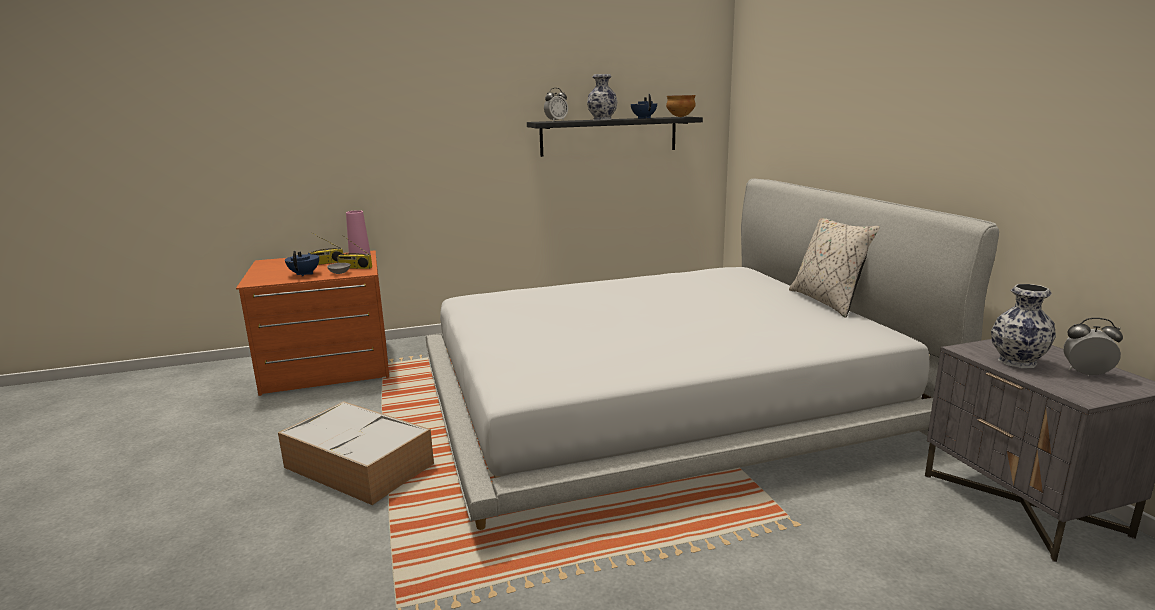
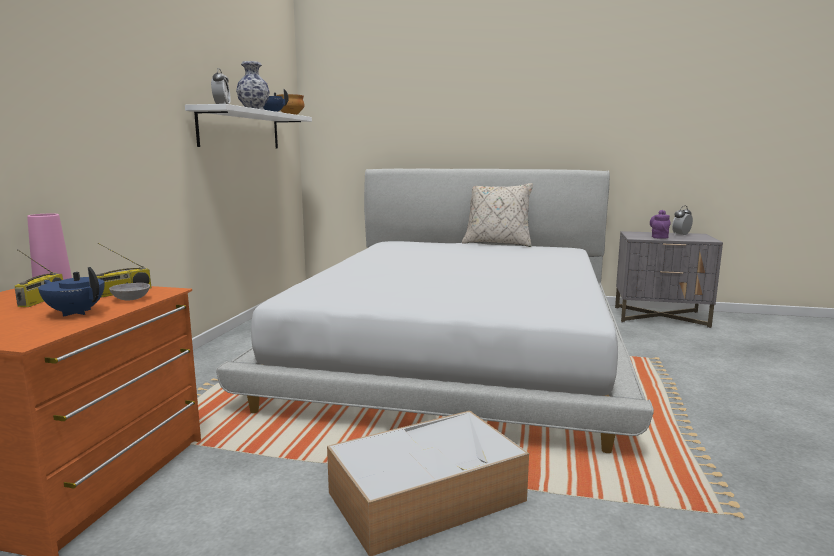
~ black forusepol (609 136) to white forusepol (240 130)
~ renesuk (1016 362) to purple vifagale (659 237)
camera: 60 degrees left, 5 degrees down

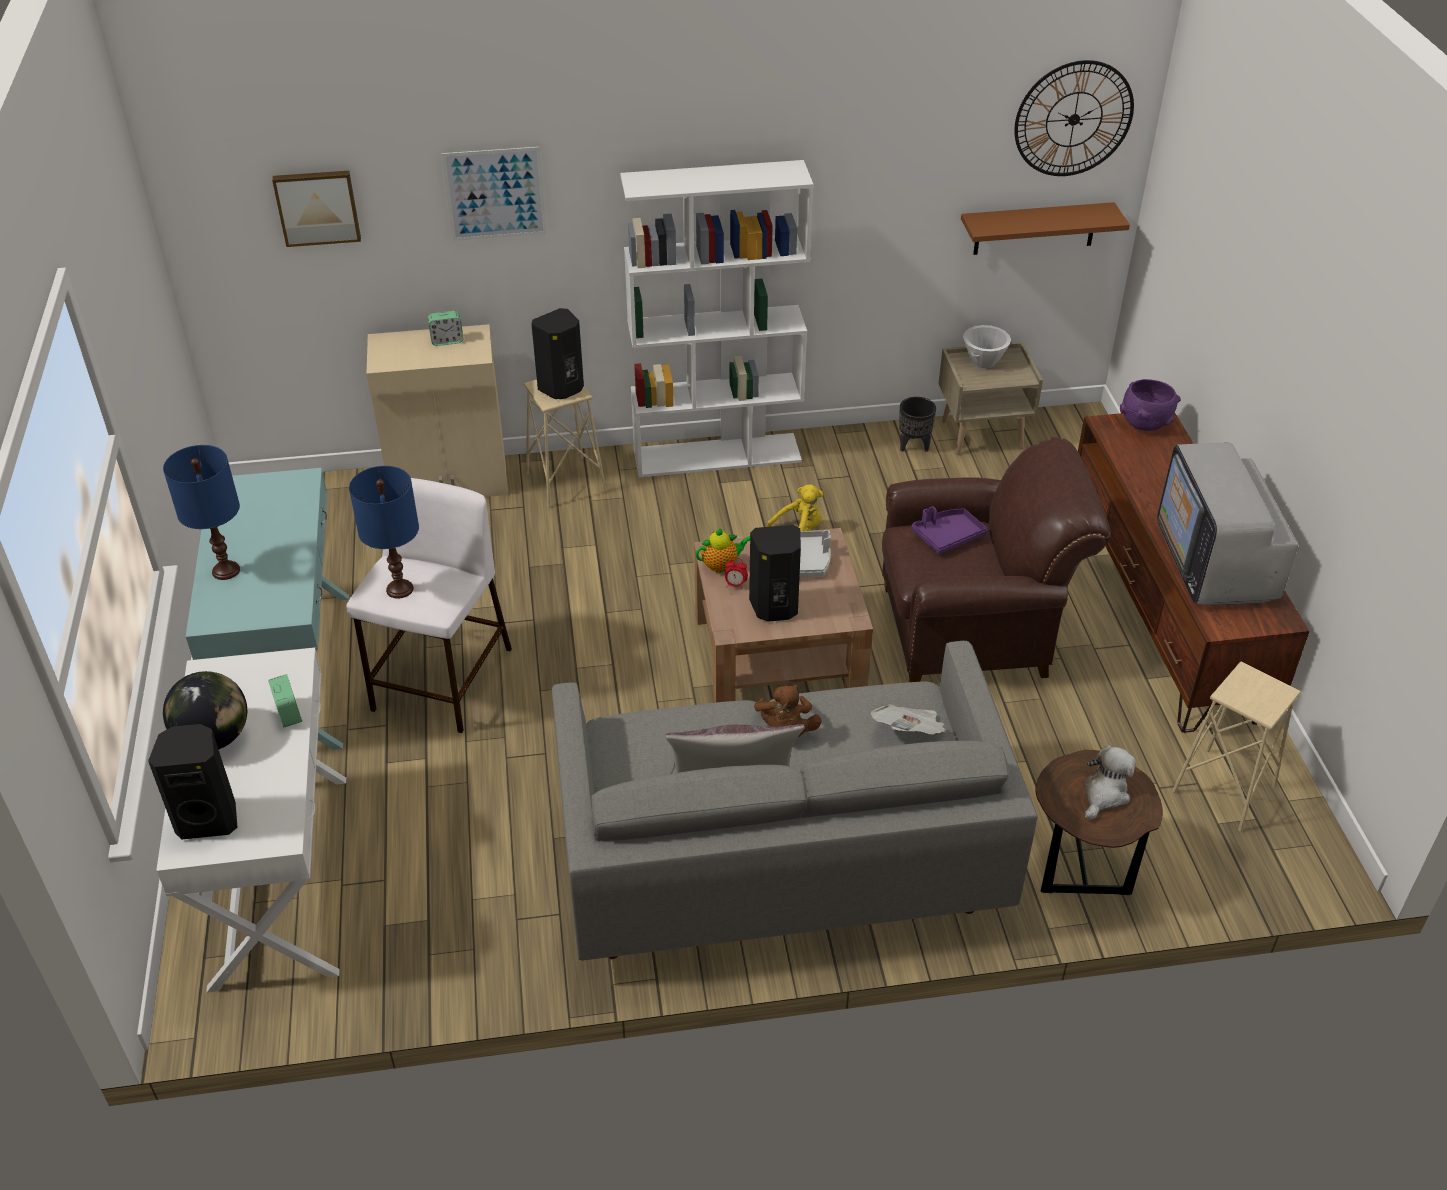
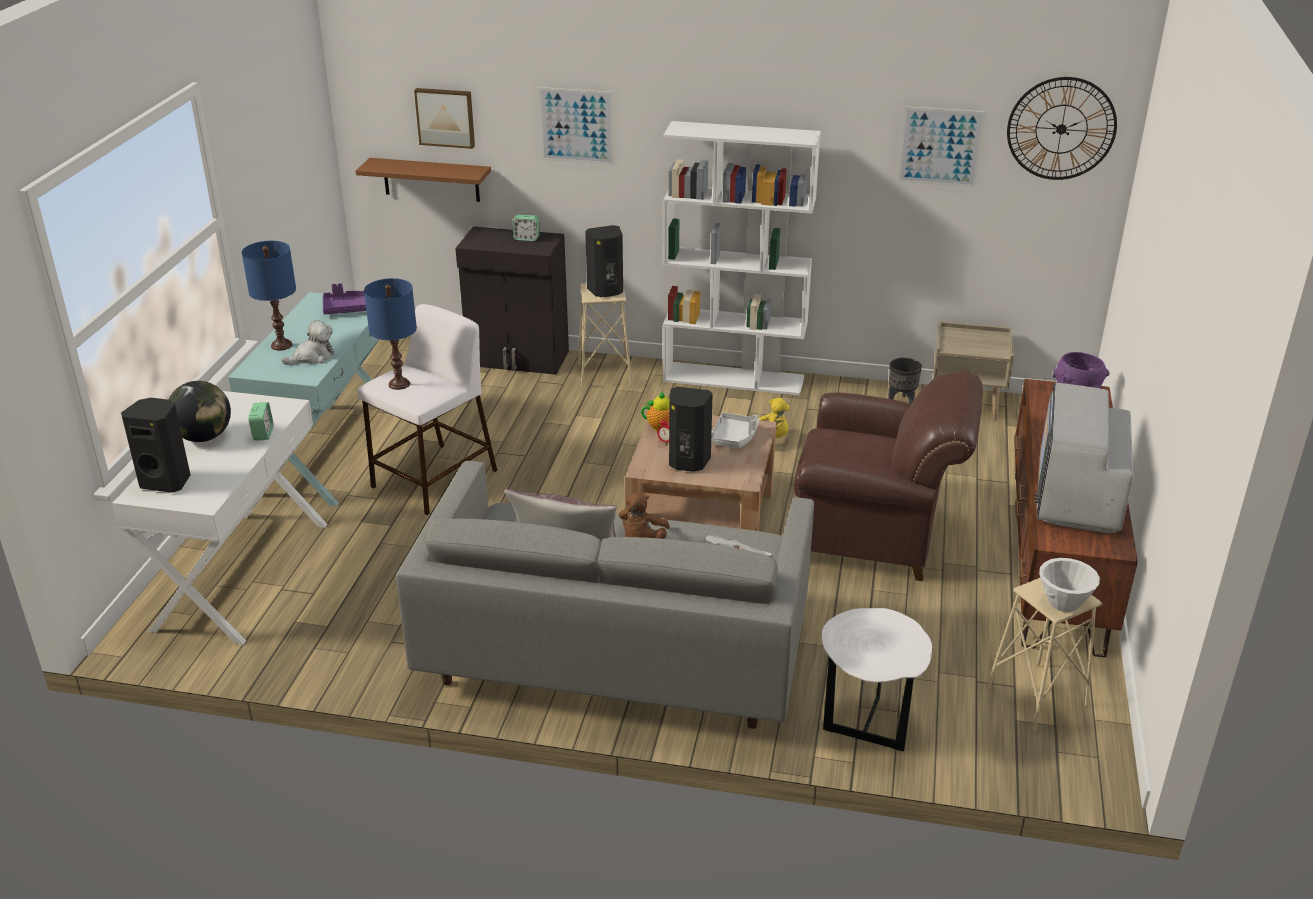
~ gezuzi (1104 794) to (312 357)
~ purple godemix (947 536) to (347 308)
~ brown forusepol (1035 228) to (431 179)
~ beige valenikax (450 482) to black valenikax (518 359)
~ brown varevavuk (1080 871) to white varevavuk (867 723)
+ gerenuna (940 147)
~ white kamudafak (983 361) to (1063 602)
camera: 20 degrees right, 10 degrees down

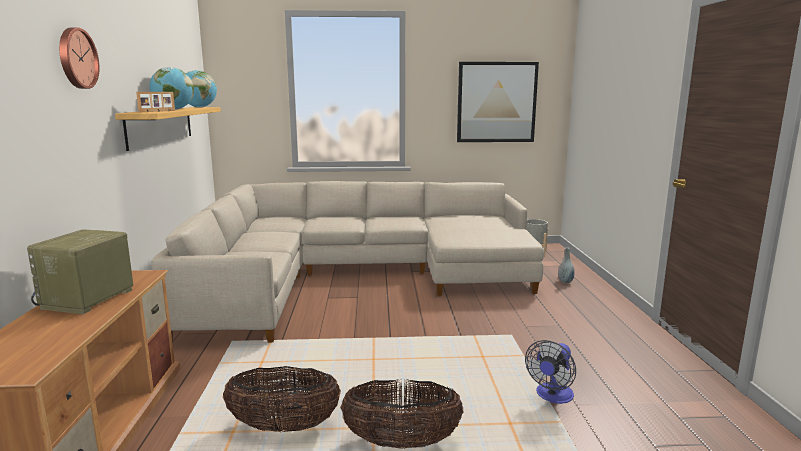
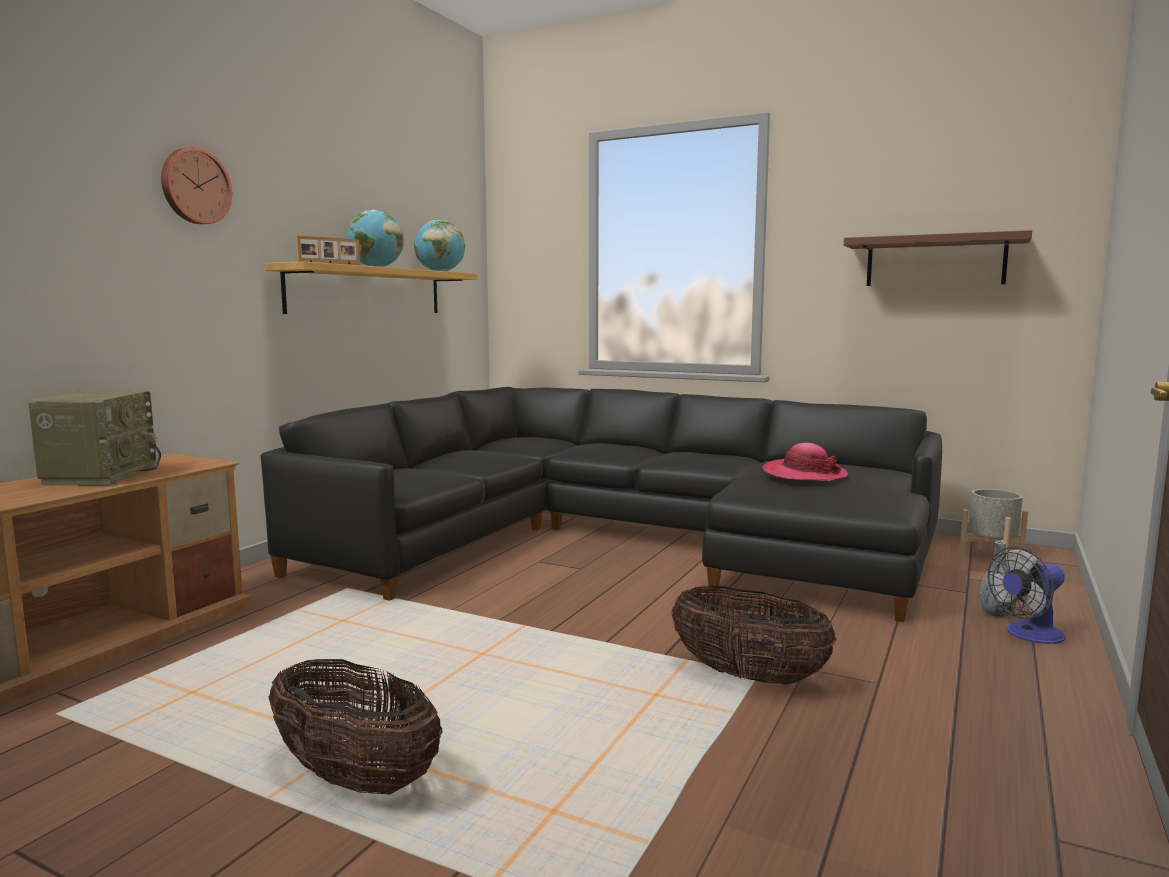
~ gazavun (88 300) = (100 476) 135 degrees clockwise
~ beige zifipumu (356 276) to black zifipumu (618 541)
~ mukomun (284 427) to (748 676)
+ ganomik (804 474)
~ gerenuna (496 102) to brown forusepol (935 261)
~ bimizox (552 396) to (1028 635)
camera: 30 degrees right, 5 degrees down

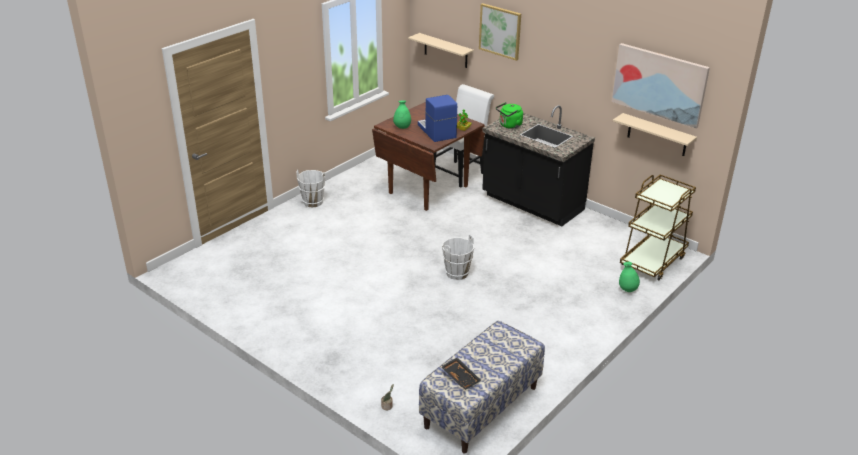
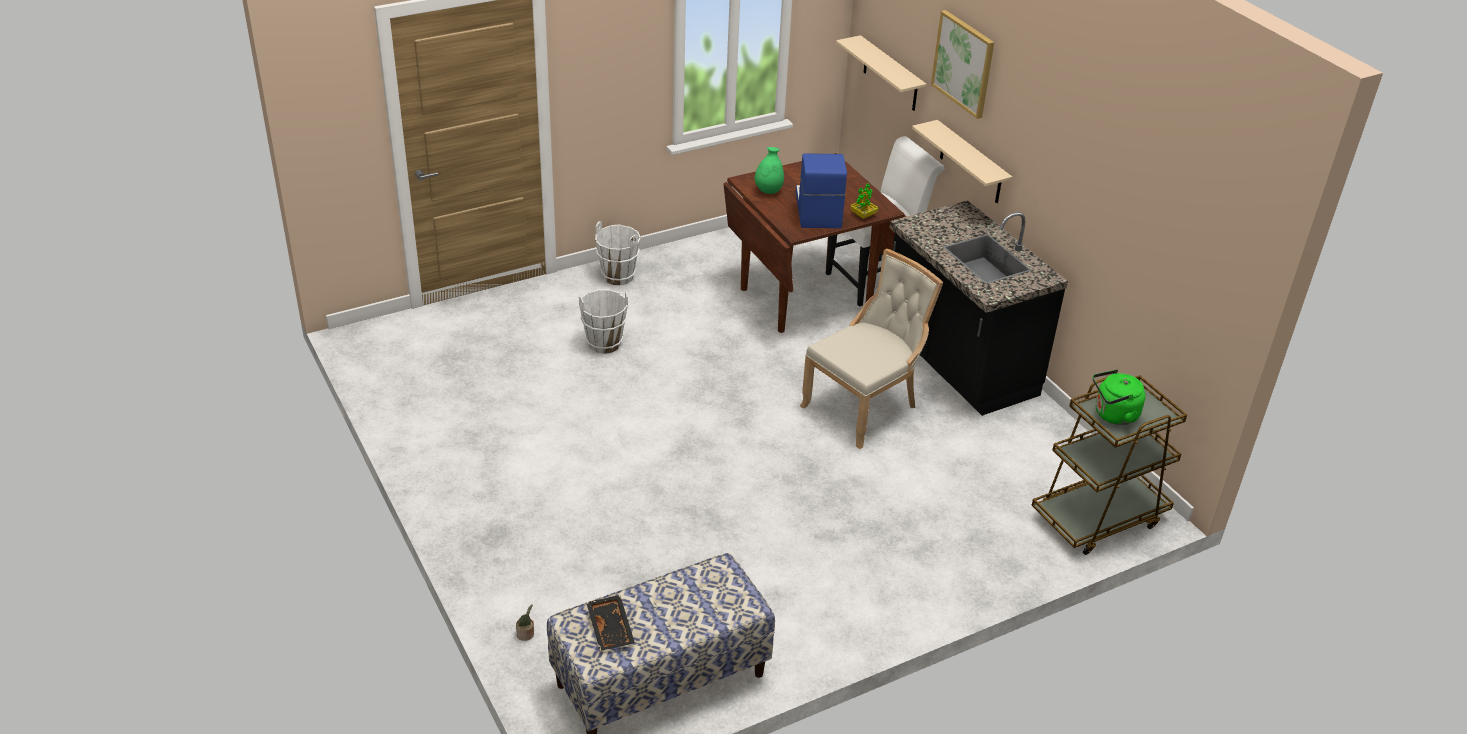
~ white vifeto (456 273) to (604 343)
+ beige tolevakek (864 407)
~ beige forusepol (657 135) to (971 163)
~ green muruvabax (509 125) to (1113 415)
- gerenuna (659 84)
- green renesuk (627 290)
camera: 20 degrees right, 5 degrees up

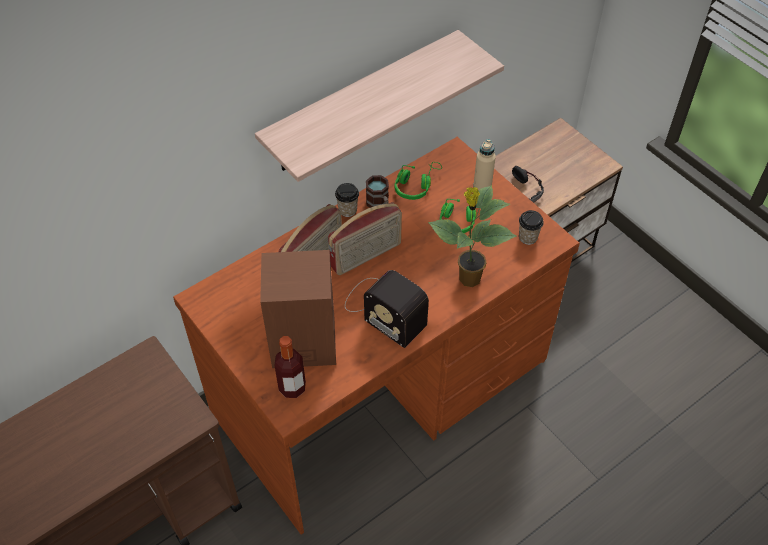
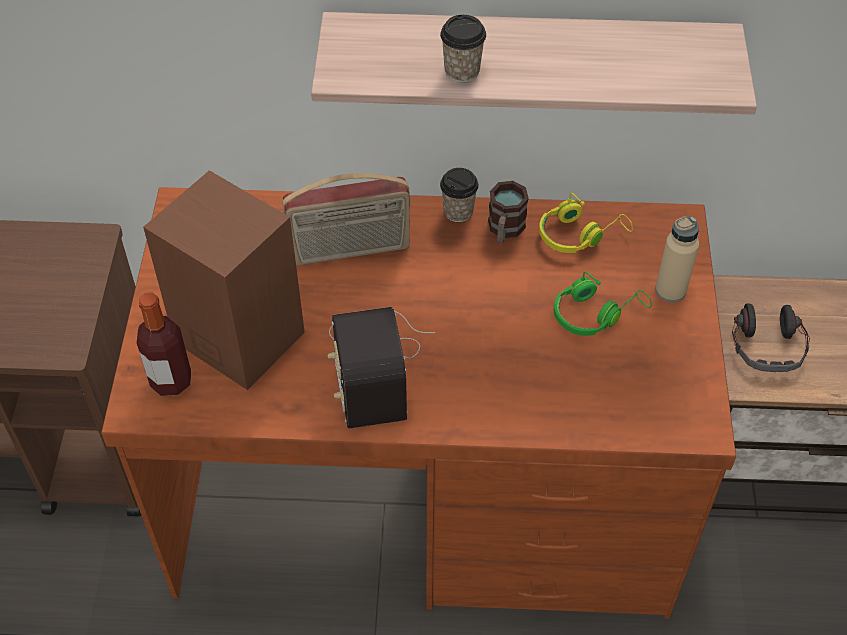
~ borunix (528 237) to (462 71)
~ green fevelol (416 185) to yellow fevelol (579 234)
- gazavun (366 256)
- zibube (468 279)
camera: 40 degrees right, 0 degrees up

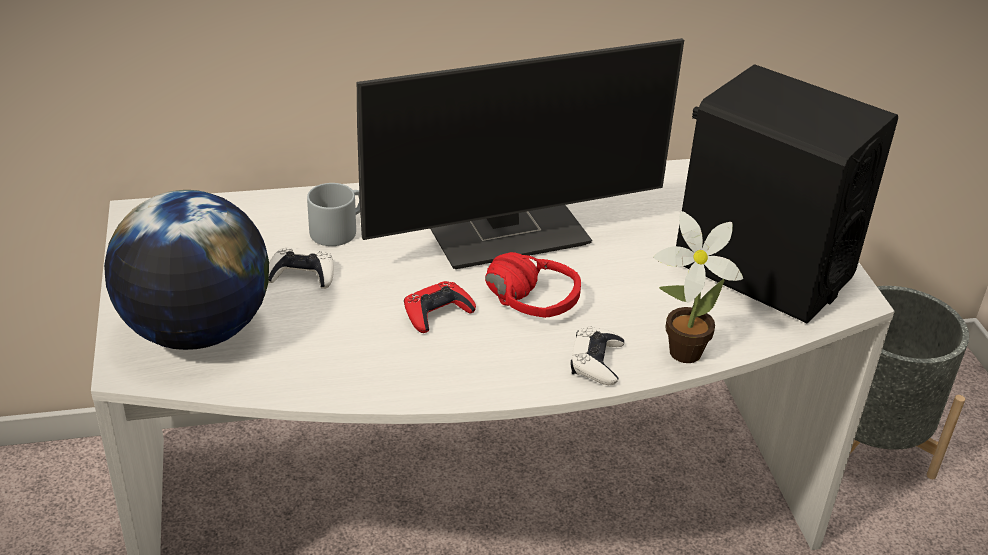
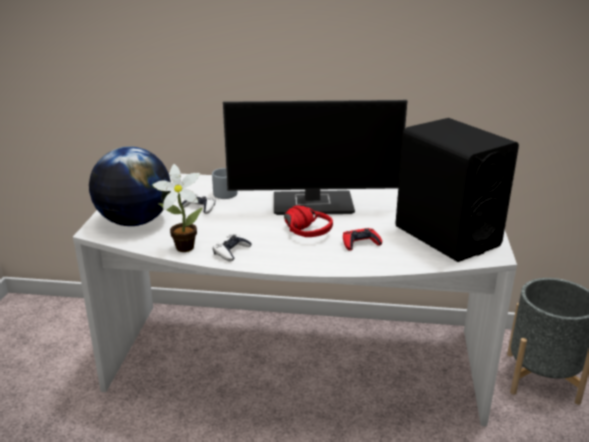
~ zibube (679 352) to (182 247)
~ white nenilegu (596 361) to (231 251)
~ red nenilegu (437 313) to (360 243)
camera: 20 degrees right, 10 degrees down

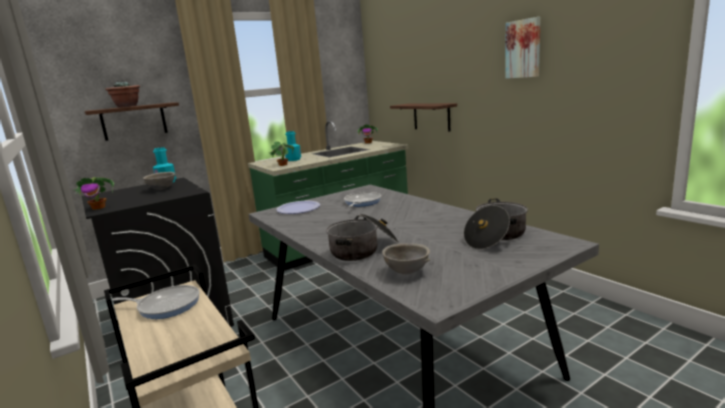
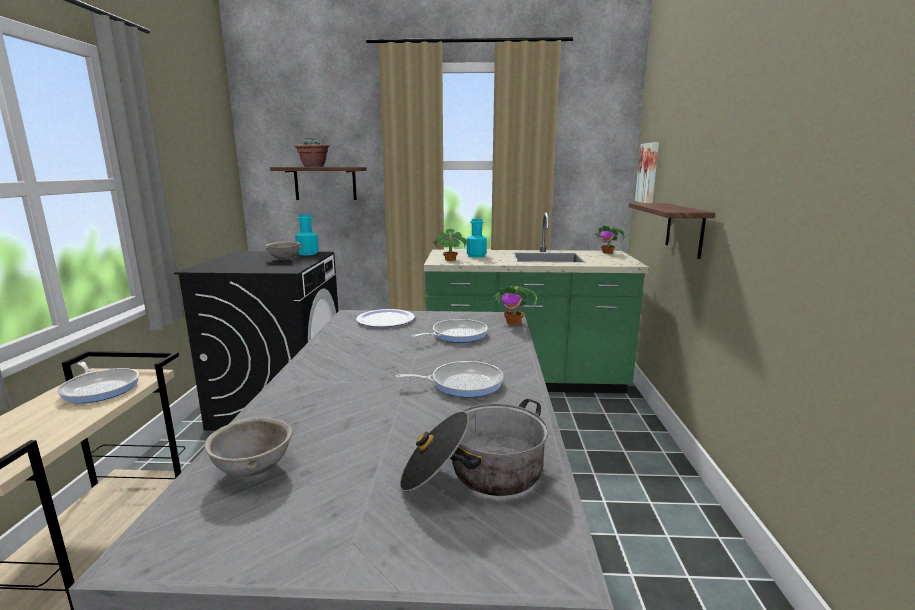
+ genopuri (462 383)
~ zibube (99 207) to (514 322)
~ gerenuna (523 49) to (649 173)
- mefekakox (364 249)
camera: 35 degrees right, 0 degrees up

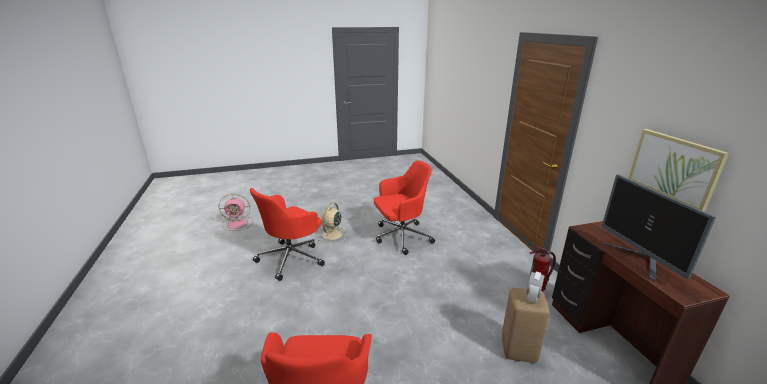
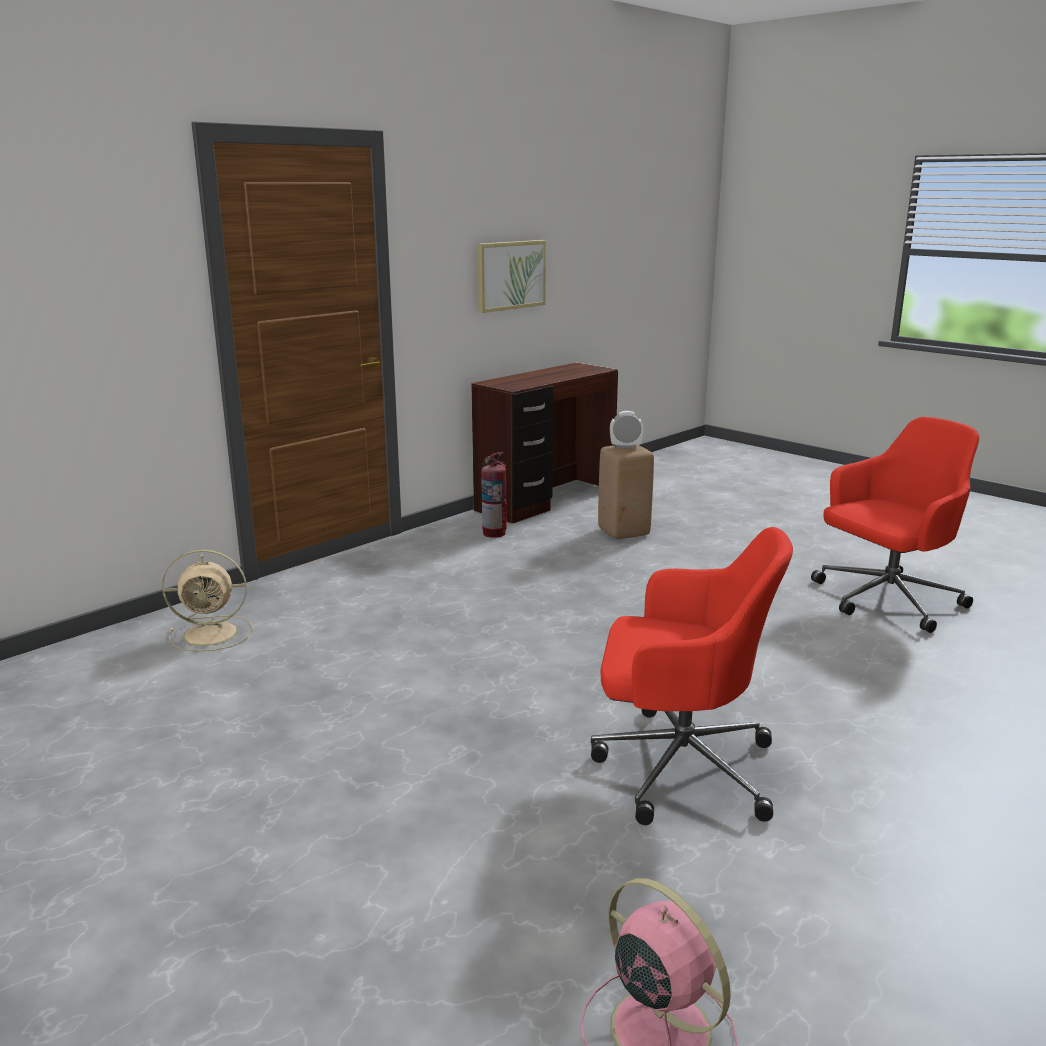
~ beige bimizox (331 235) to (213 633)
- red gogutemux (401 237)
- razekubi (639 260)
camera: 120 degrees left, 5 degrees down

